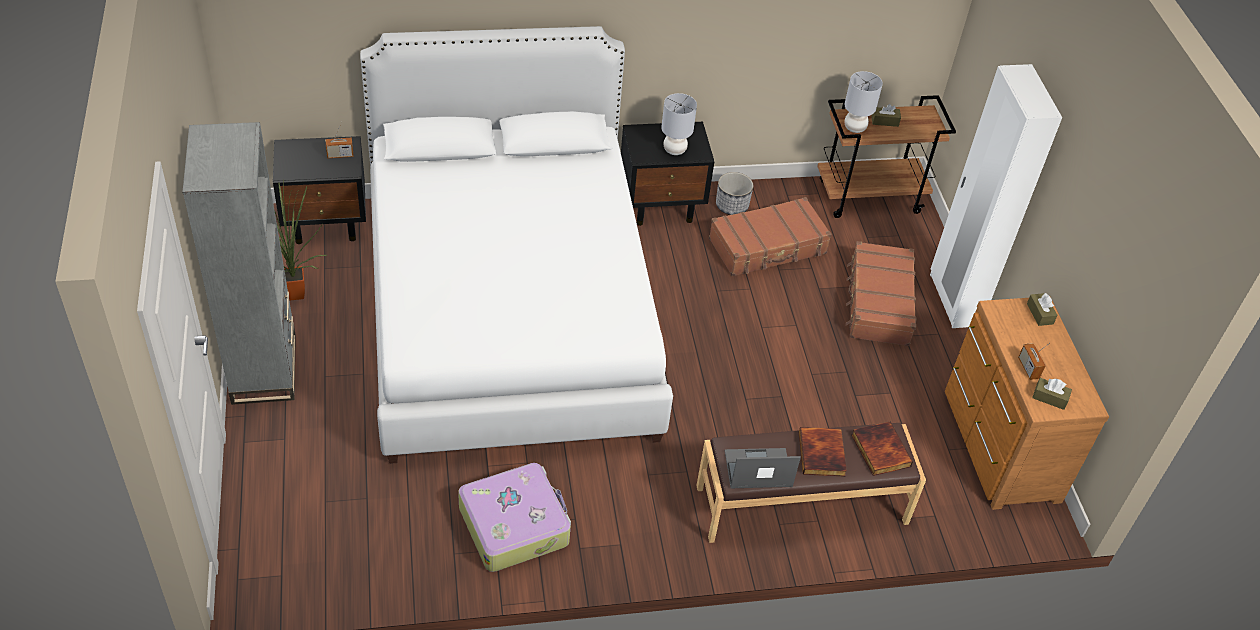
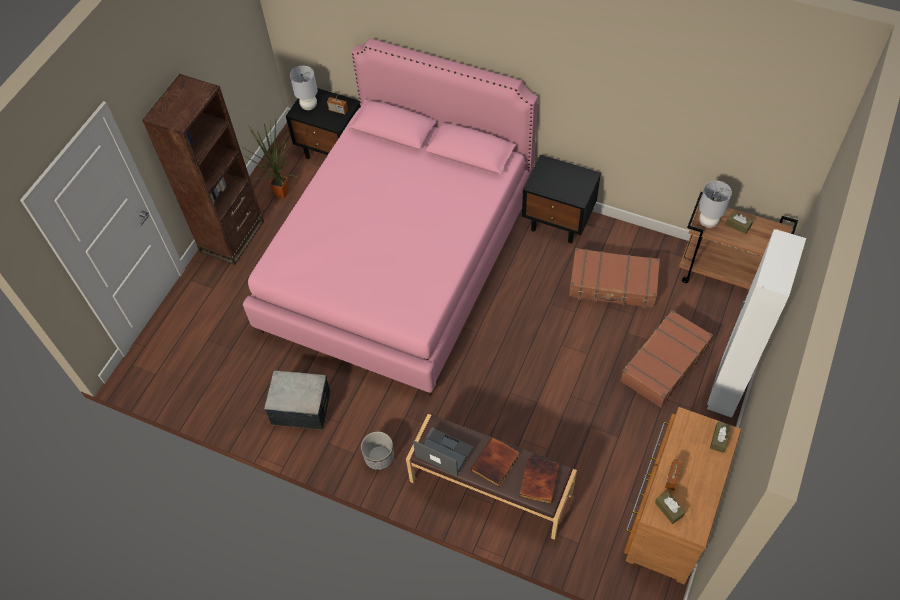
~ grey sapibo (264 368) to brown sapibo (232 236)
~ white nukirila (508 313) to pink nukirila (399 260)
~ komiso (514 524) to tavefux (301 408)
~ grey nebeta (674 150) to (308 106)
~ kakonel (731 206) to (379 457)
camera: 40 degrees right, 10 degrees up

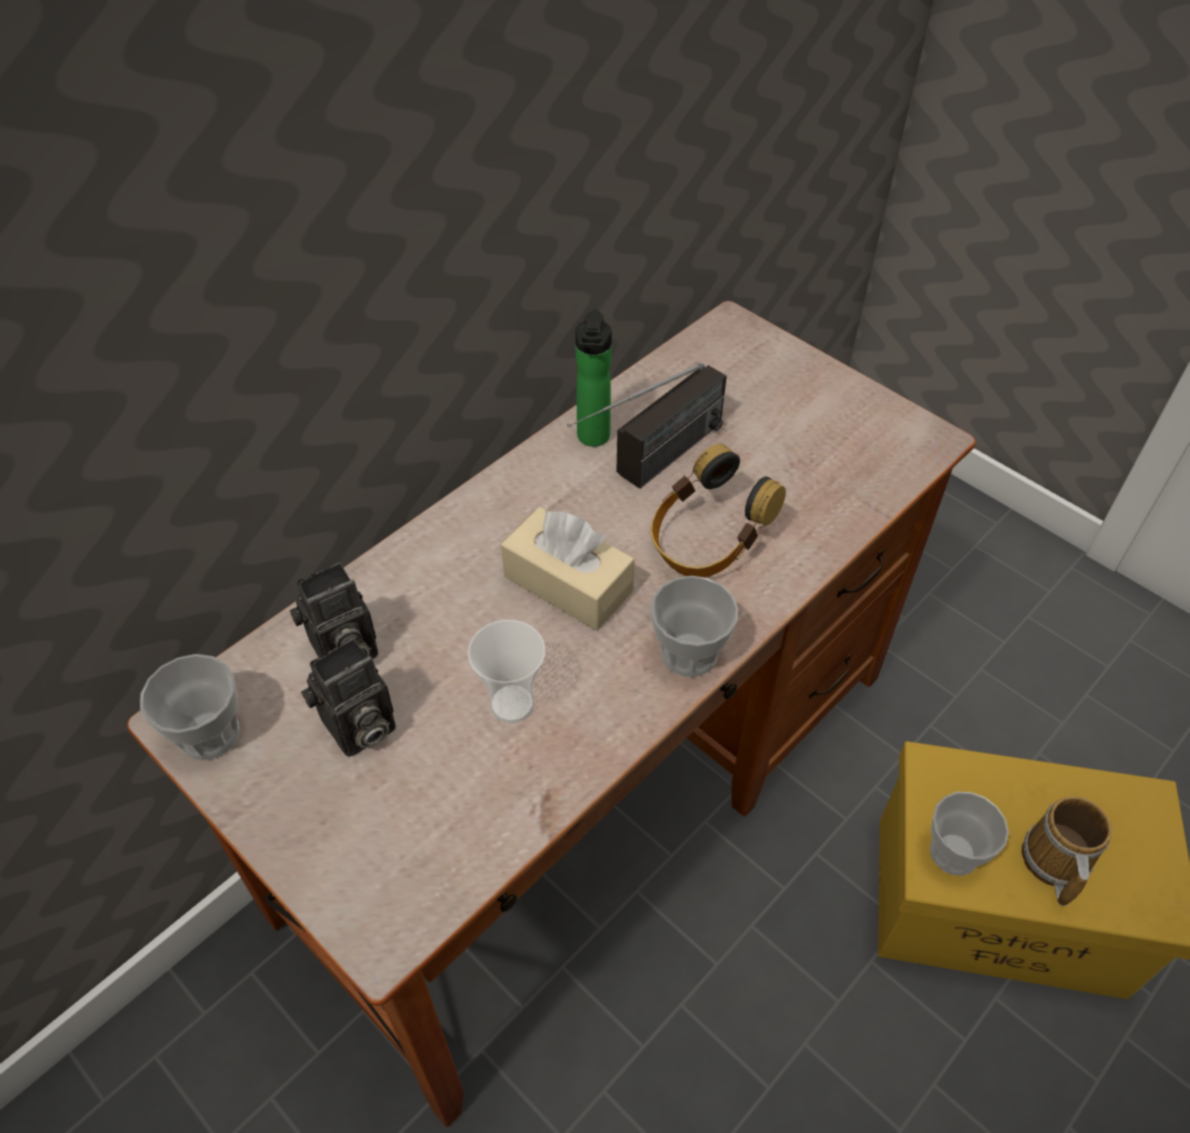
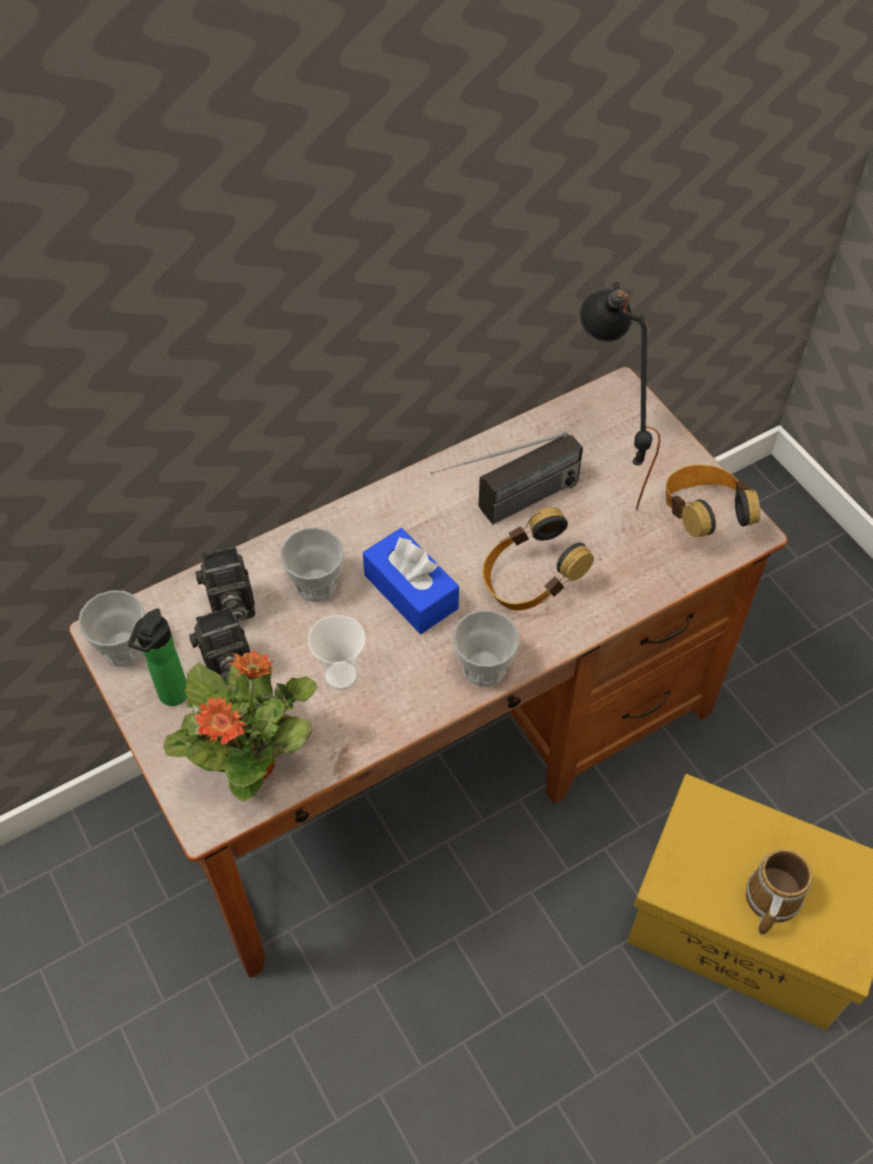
~ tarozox (593 439) to (171 697)
+ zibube (252 762)
~ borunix (954 853) to (316 584)
~ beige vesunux (568 584) to blue vesunux (411 591)
+ black nebeta (603 472)
+ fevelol (702 516)
camera: 15 degrees right, 5 degrees up

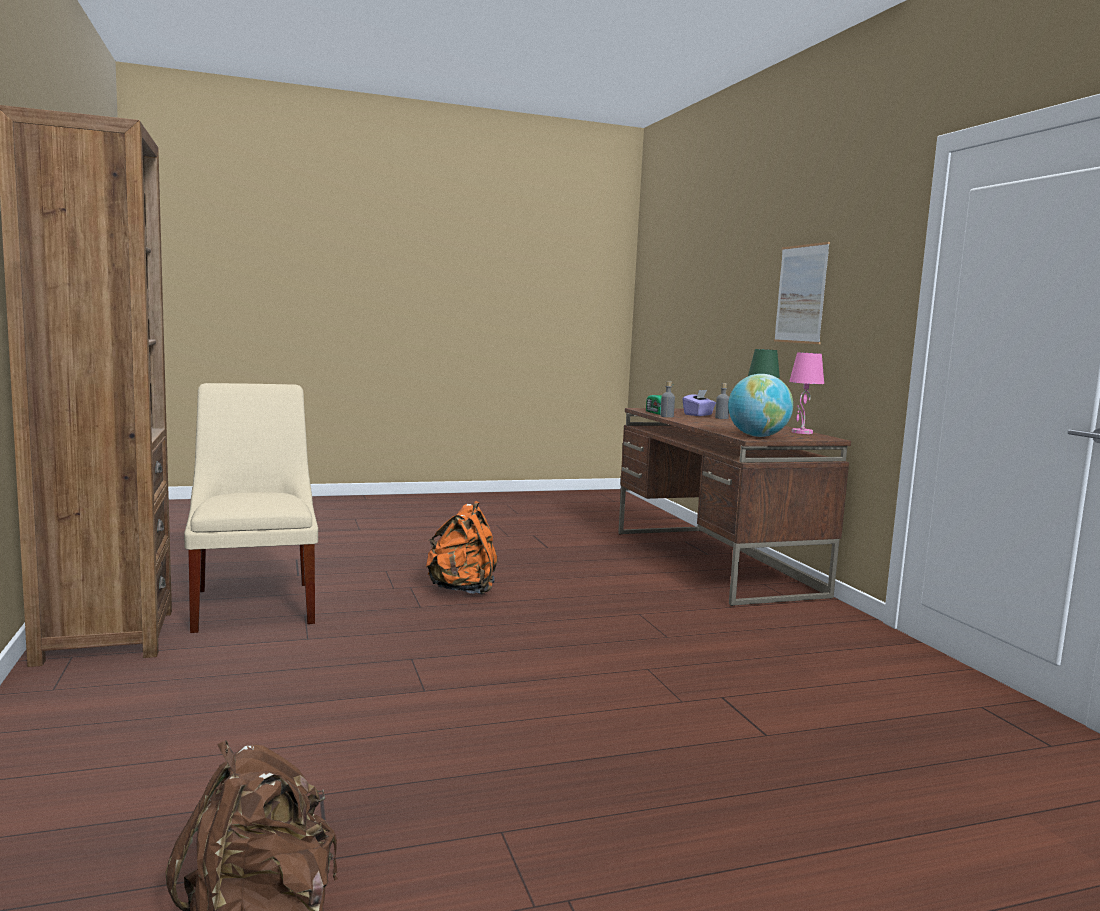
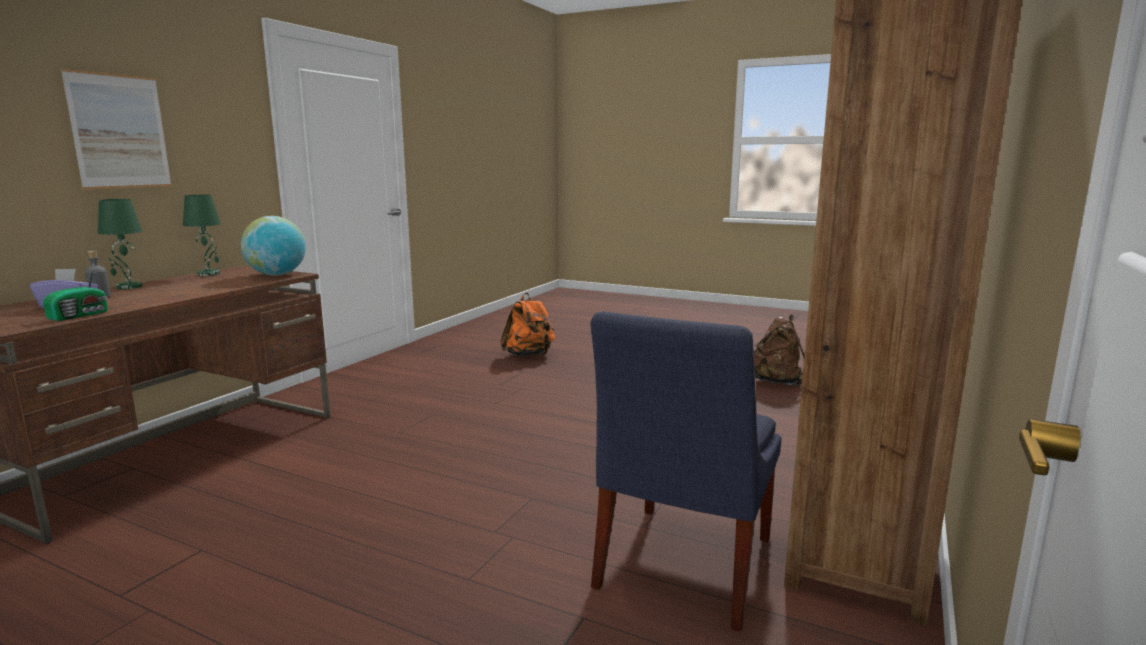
~ pink nebeta (802 432) to green nebeta (209 274)
~ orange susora (463 590) to (529 355)
~ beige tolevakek (255 603) to blue tolevakek (681 566)
- grey tarozox (666 416)
camera: 135 degrees left, 5 degrees up

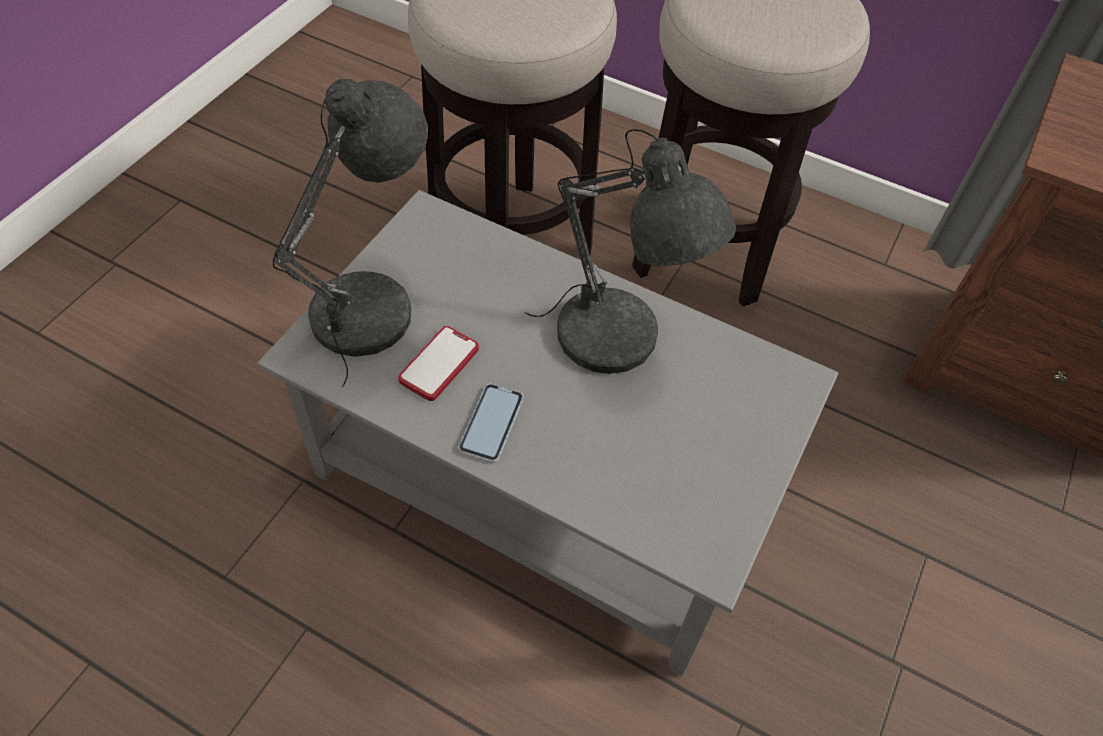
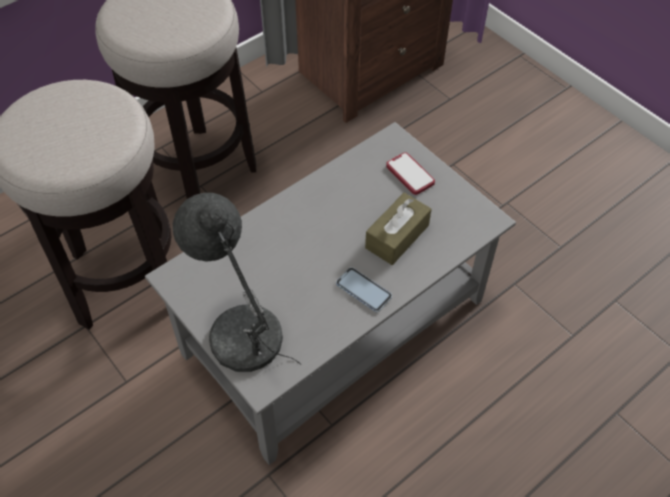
+ brown vesunux (397 236)
~ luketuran (439 364) to (410 174)
- grey nebeta (616 342)
camera: 65 degrees left, 0 degrees up

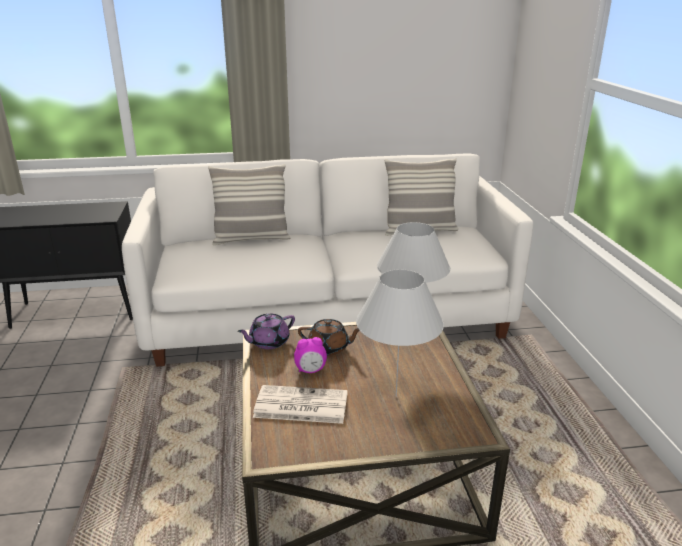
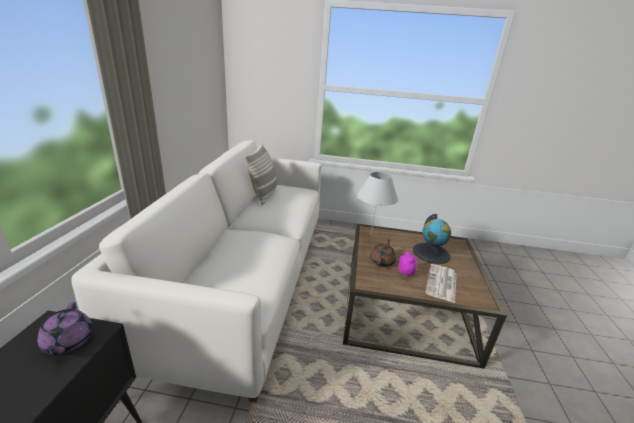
~ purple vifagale (268 342) to (68 342)
~ white nebeta (396 396) to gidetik (431 253)
- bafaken (251 239)
camera: 75 degrees left, 0 degrees up

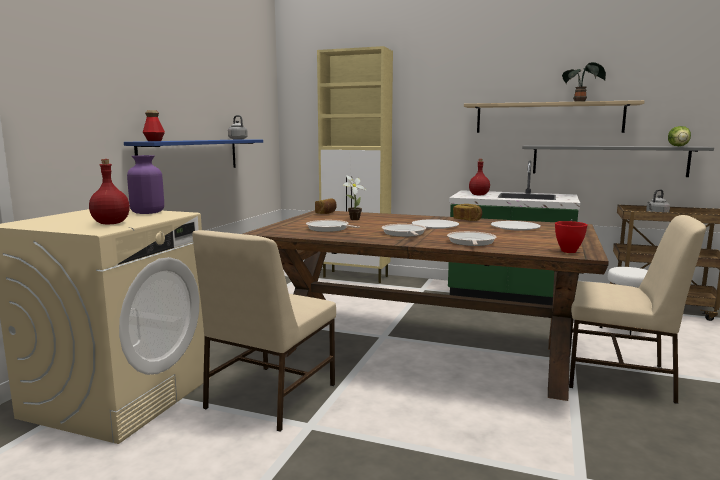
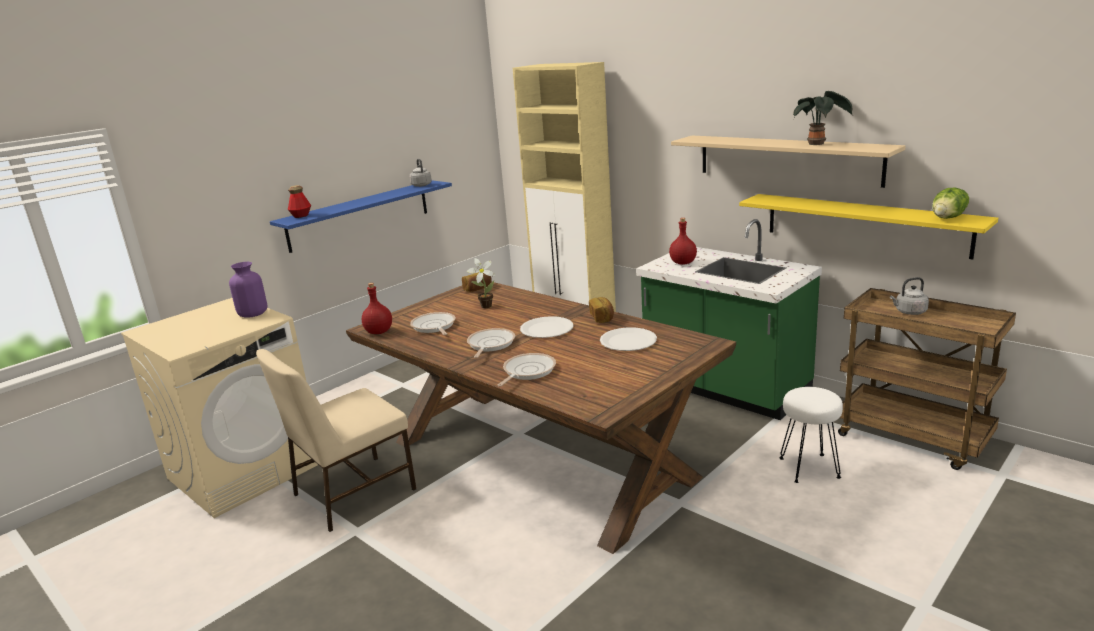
~ red tarozox (111 223) to (379 332)
~ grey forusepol (608 160) to yellow forusepol (864 224)
- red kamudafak (568 251)
- beige tolevakek (619 377)
camera: 25 degrees right, 10 degrees up

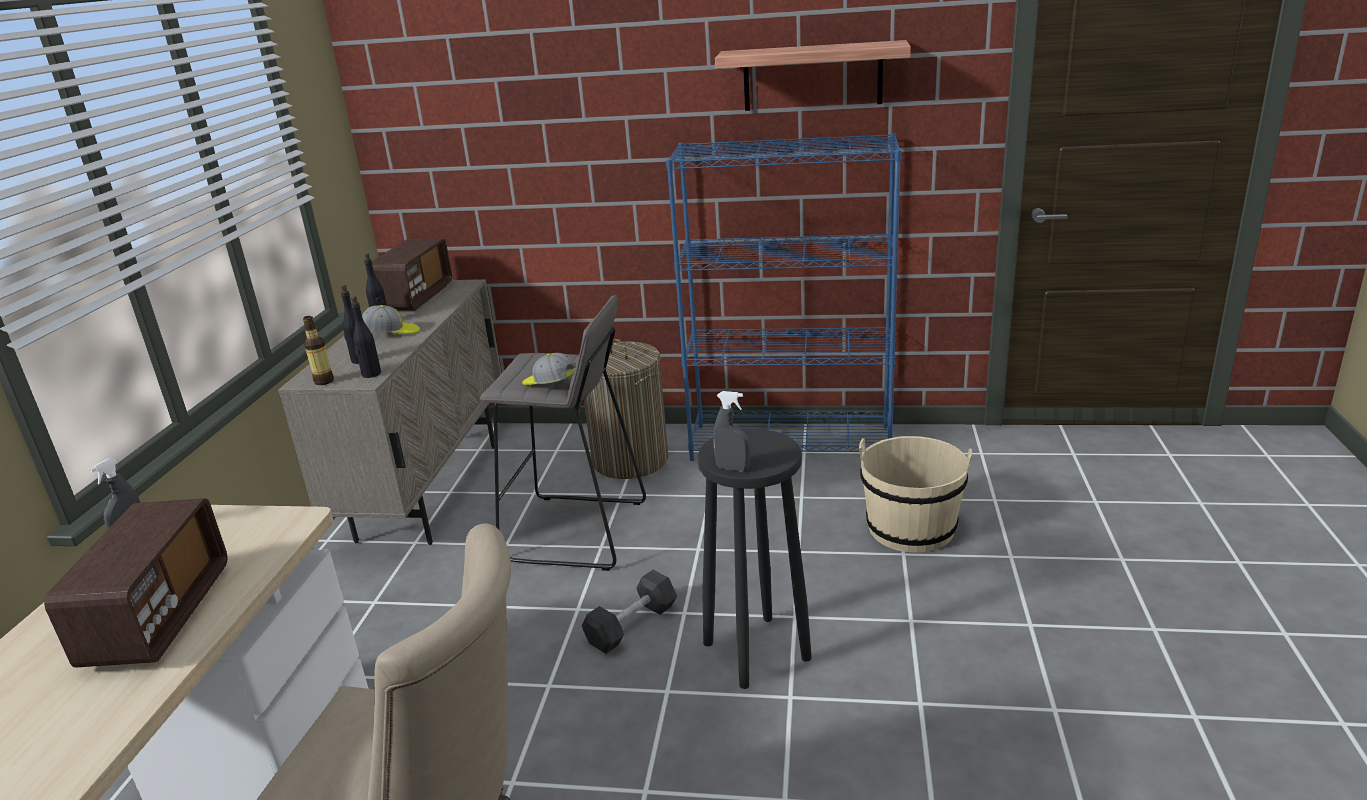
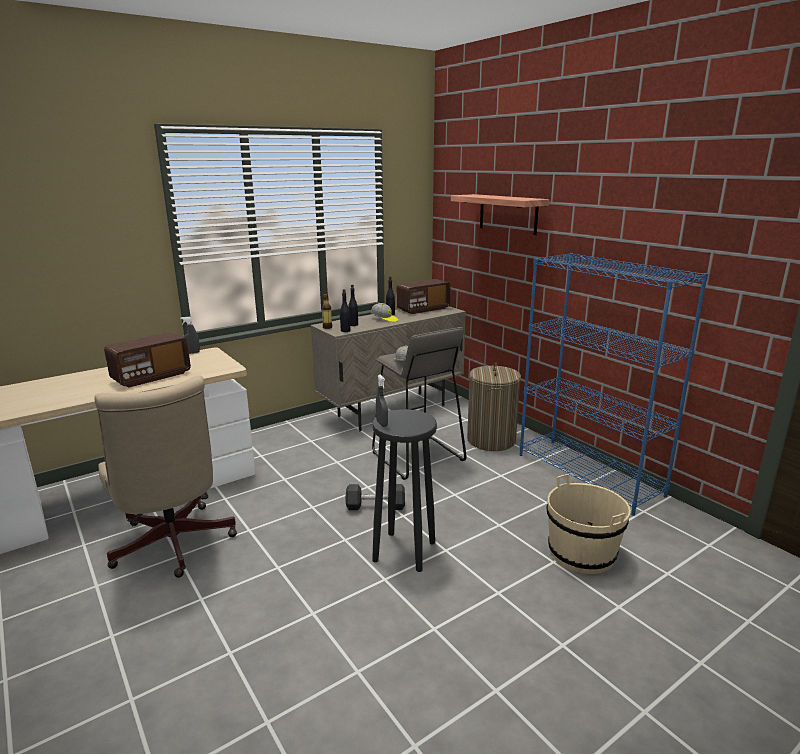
~ forusepol (812 76) to (508 214)
camera: 45 degrees right, 5 degrees down

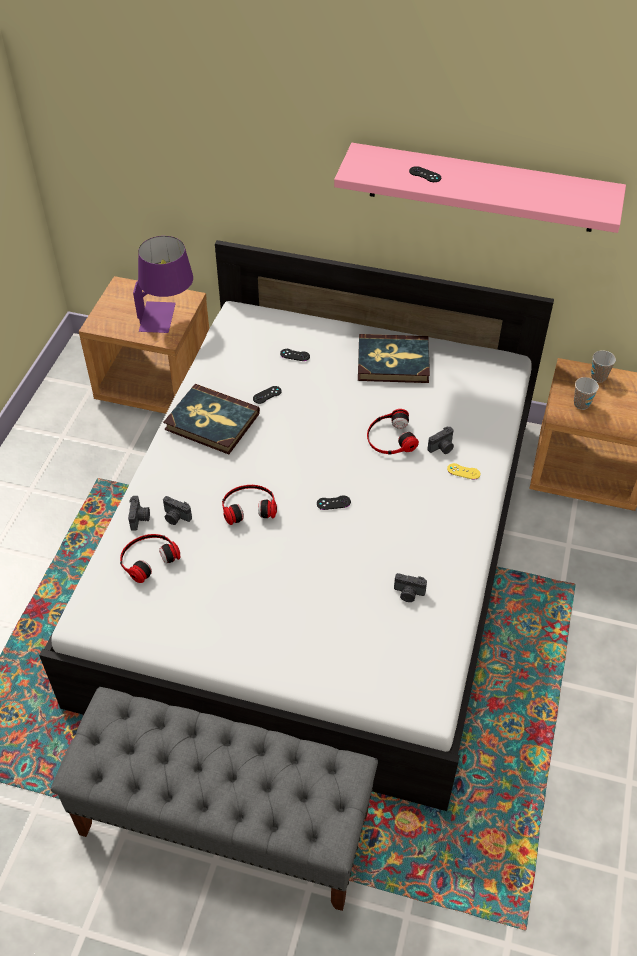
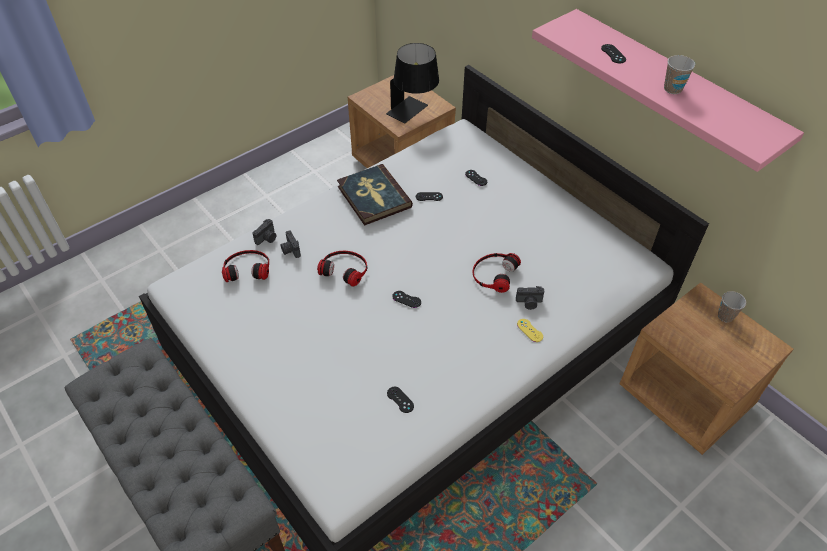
~ purple nebeta (167 317) to black nebeta (414 112)
~ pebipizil (408 594) to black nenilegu (400 399)
~ borunix (581 404) to (672 89)
- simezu (393 362)
camera: 35 degrees right, 0 degrees up

